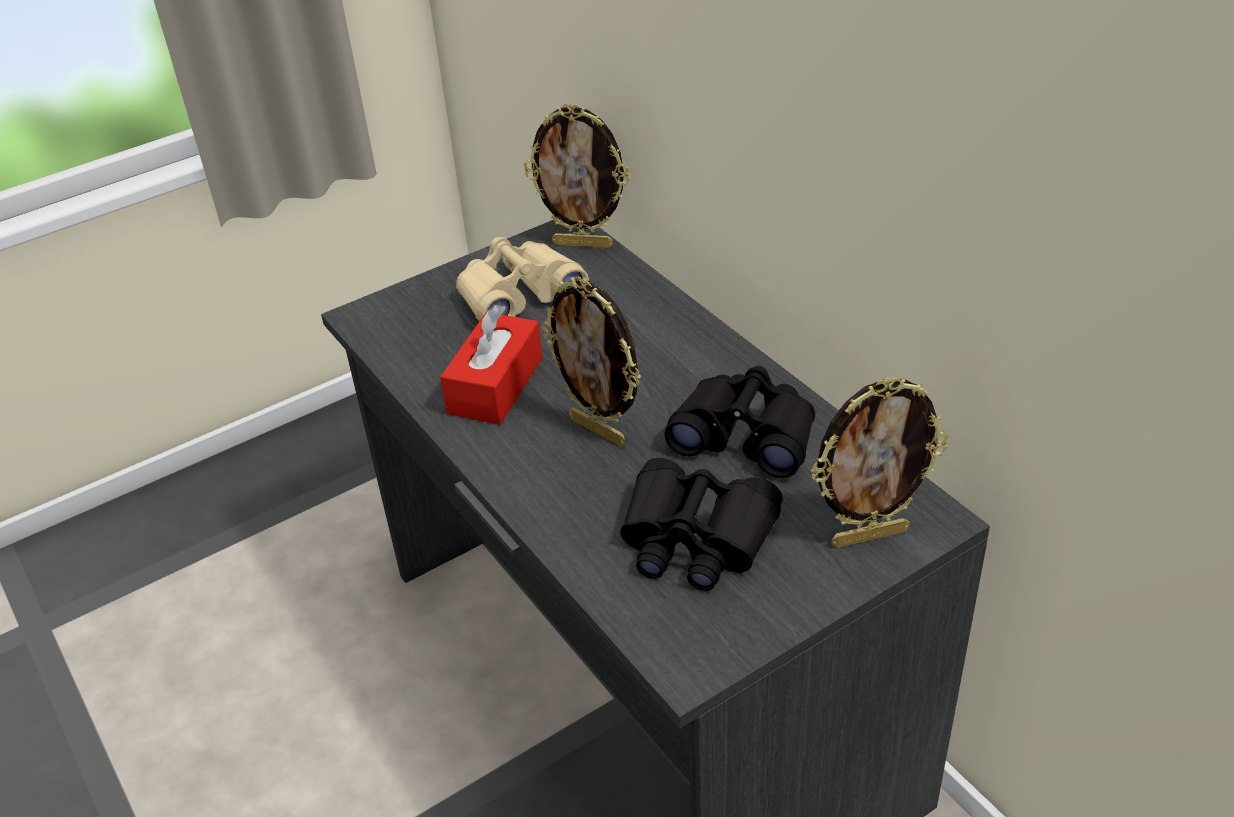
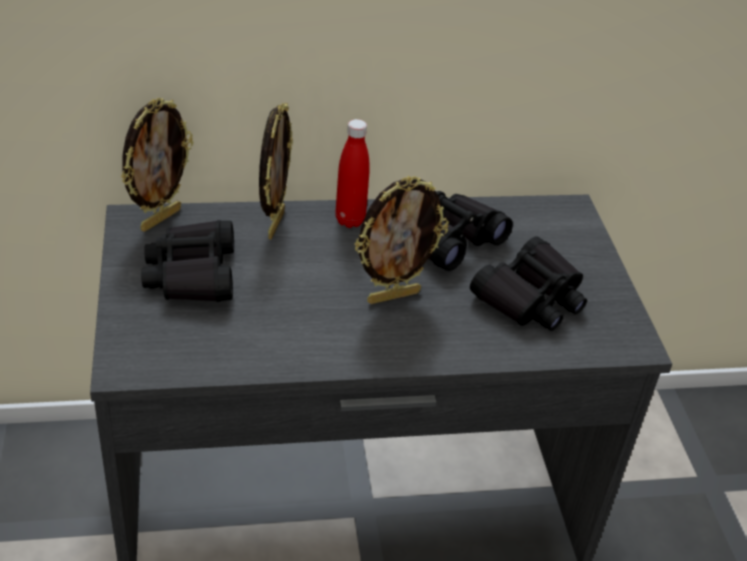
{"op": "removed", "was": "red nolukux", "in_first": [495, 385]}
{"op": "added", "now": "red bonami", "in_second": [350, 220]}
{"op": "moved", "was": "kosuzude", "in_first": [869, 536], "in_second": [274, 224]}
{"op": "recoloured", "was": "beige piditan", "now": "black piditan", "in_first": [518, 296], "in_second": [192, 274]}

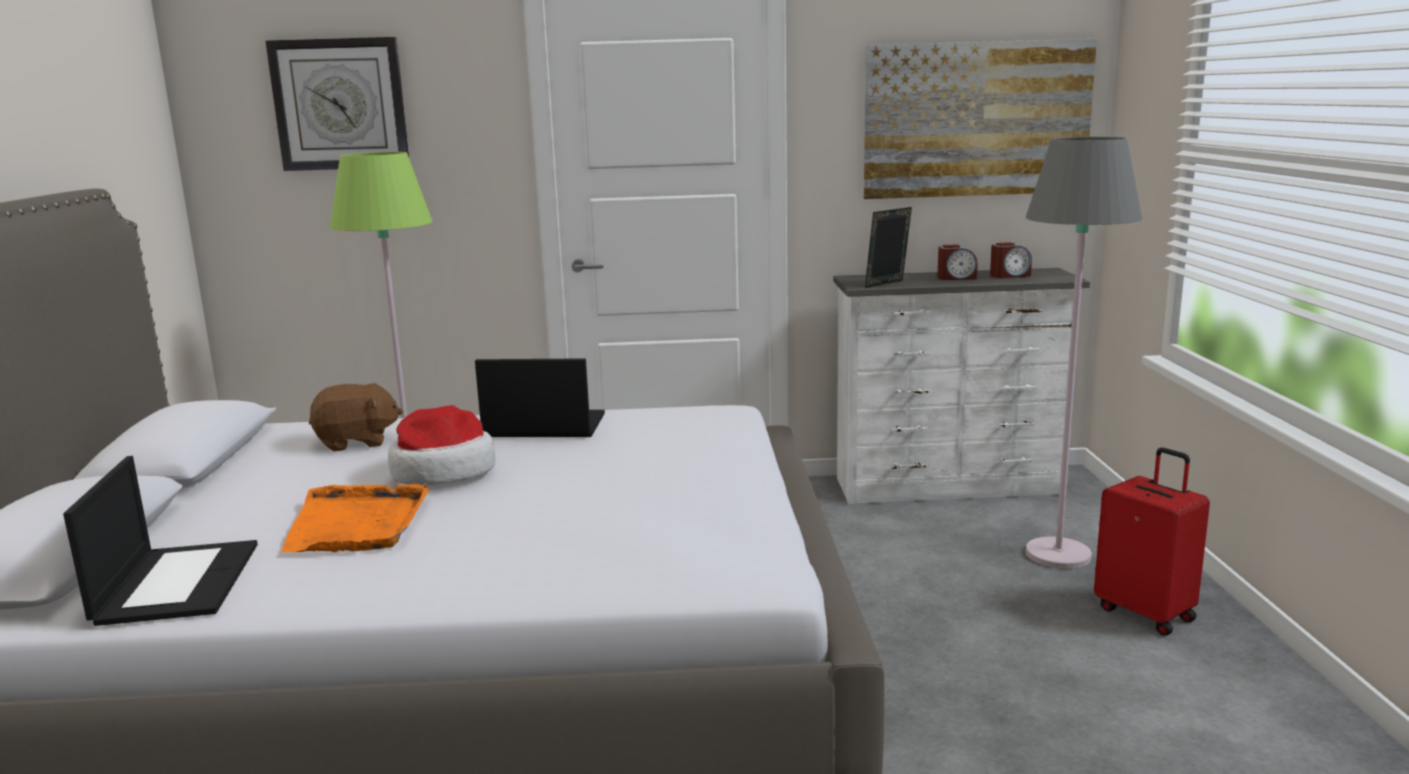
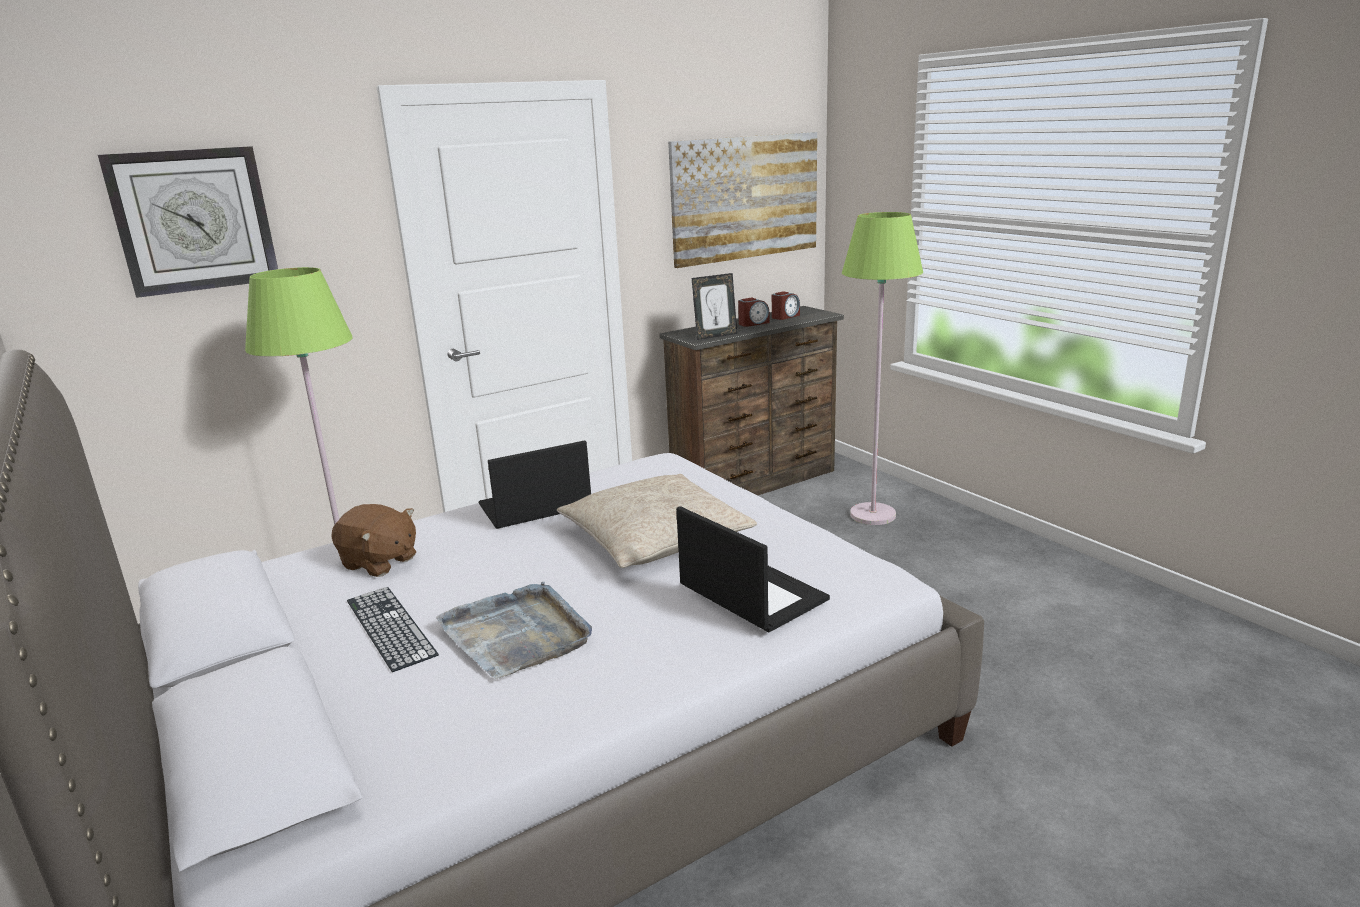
{"op": "removed", "was": "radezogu", "in_first": [443, 472]}
{"op": "removed", "was": "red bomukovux", "in_first": [1146, 613]}
{"op": "added", "now": "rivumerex", "in_second": [390, 627]}
{"op": "added", "now": "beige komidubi", "in_second": [655, 537]}
{"op": "moved", "was": "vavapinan", "in_first": [177, 582], "in_second": [750, 593]}
{"op": "recoloured", "was": "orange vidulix", "now": "grey vidulix", "in_first": [357, 524], "in_second": [518, 634]}
{"op": "recoloured", "was": "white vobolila", "now": "brown vobolila", "in_first": [950, 487], "in_second": [757, 483]}
{"op": "recoloured", "was": "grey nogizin", "now": "green nogizin", "in_first": [1058, 554], "in_second": [872, 515]}
{"op": "turned", "was": "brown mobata", "in_first": [357, 442], "in_second": [379, 562], "clockwise": 75}
{"op": "turned", "was": "kosuzude", "in_first": [887, 284], "in_second": [715, 336], "clockwise": -135}

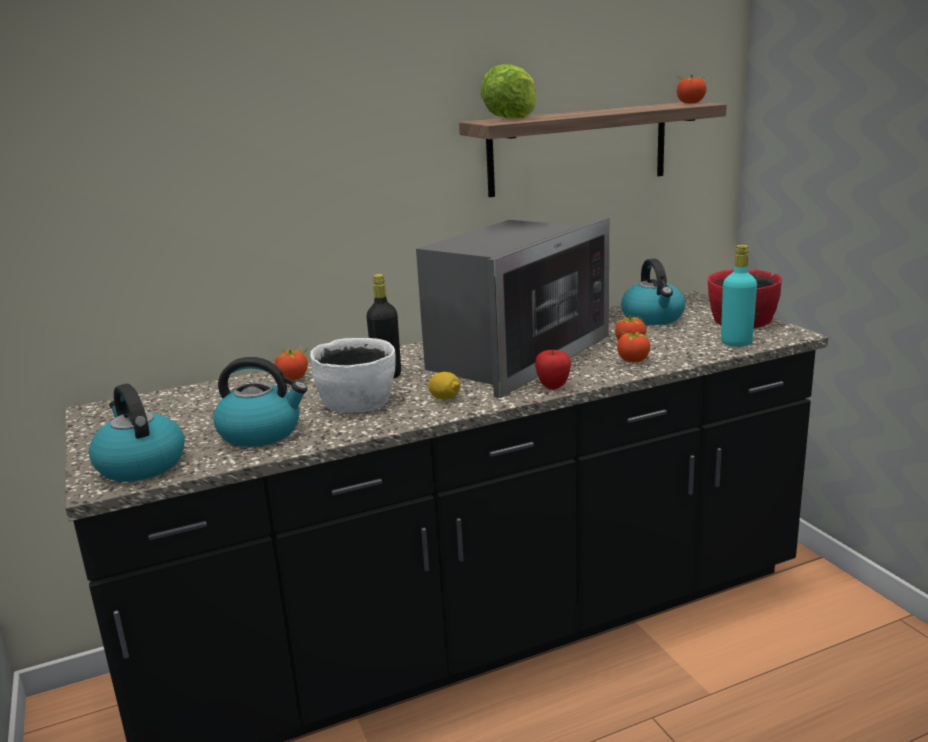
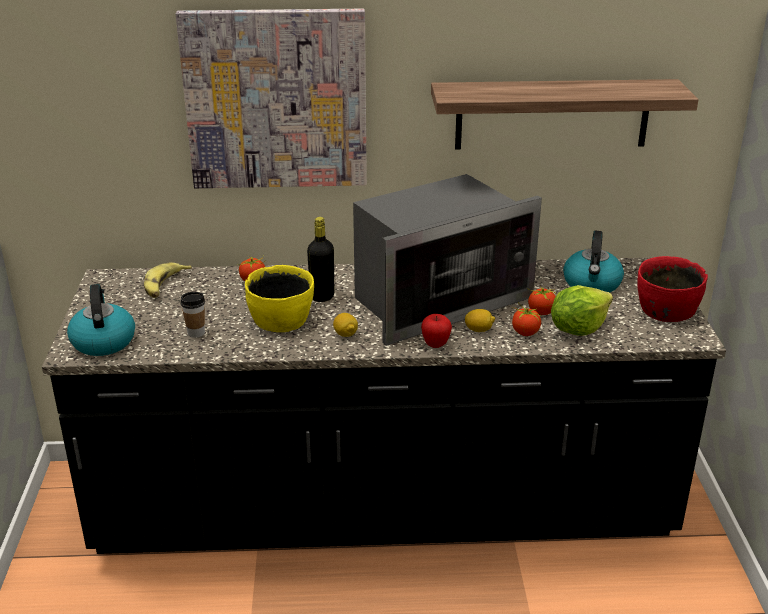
{"op": "removed", "was": "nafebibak", "in_first": [690, 103]}
{"op": "removed", "was": "turquoise bonami", "in_first": [736, 343]}
{"op": "added", "now": "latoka", "in_second": [165, 286]}
{"op": "added", "now": "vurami", "in_second": [276, 100]}
{"op": "added", "now": "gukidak", "in_second": [479, 330]}
{"op": "moved", "was": "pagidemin", "in_first": [510, 118], "in_second": [578, 328]}
{"op": "replaced", "was": "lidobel", "now": "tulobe", "in_first": [261, 432], "in_second": [196, 333]}
{"op": "recoloured", "was": "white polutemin", "now": "yellow polutemin", "in_first": [358, 401], "in_second": [282, 319]}

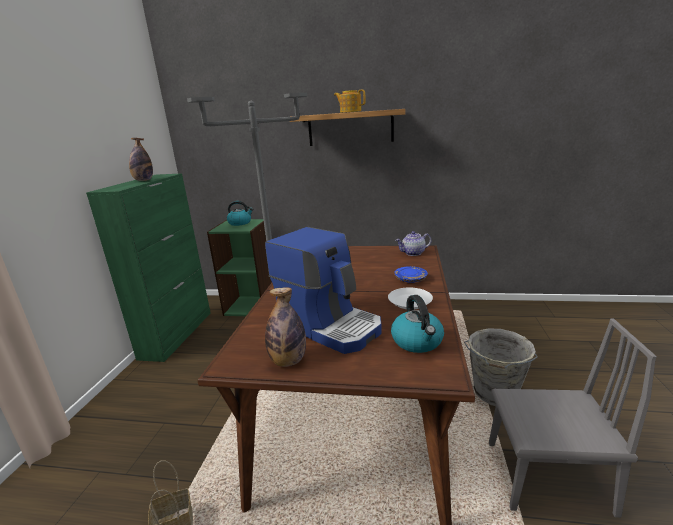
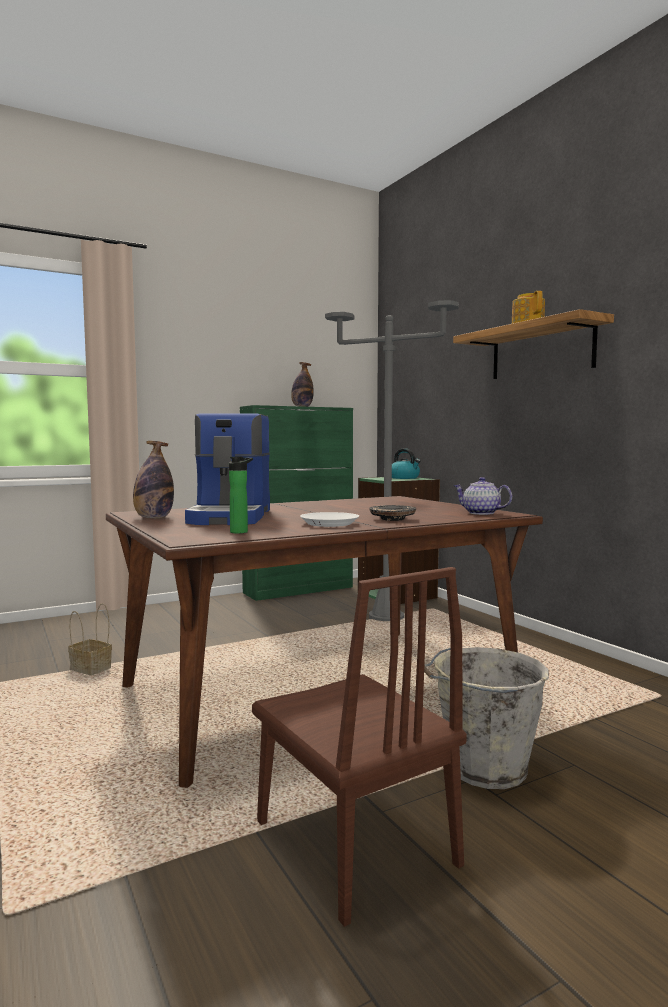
{"op": "replaced", "was": "lidobel", "now": "bonami", "in_first": [417, 342], "in_second": [241, 532]}
{"op": "recoloured", "was": "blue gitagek", "now": "black gitagek", "in_first": [411, 279], "in_second": [392, 519]}
{"op": "recoloured", "was": "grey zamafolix", "now": "brown zamafolix", "in_first": [547, 477], "in_second": [354, 843]}

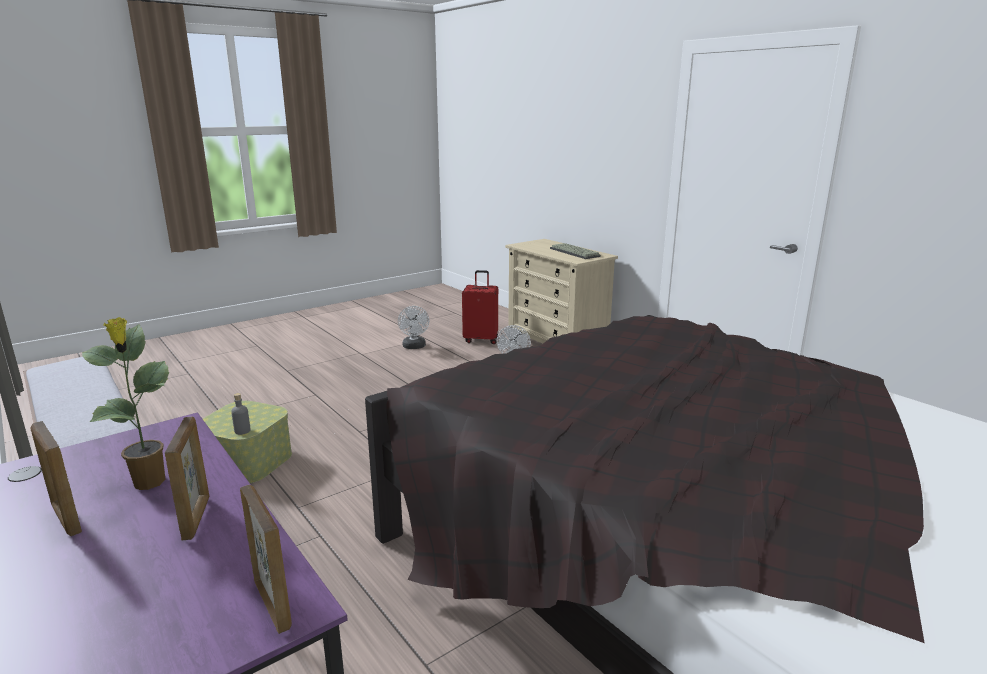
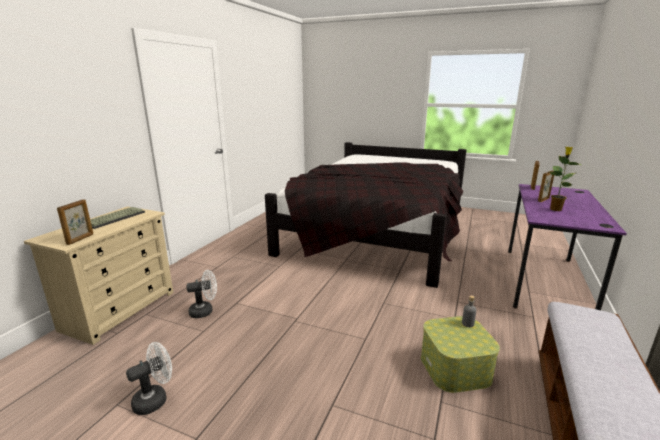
{"op": "removed", "was": "red bomukovux", "in_first": [481, 339]}
{"op": "moved", "was": "kosuzude", "in_first": [66, 519], "in_second": [80, 239]}

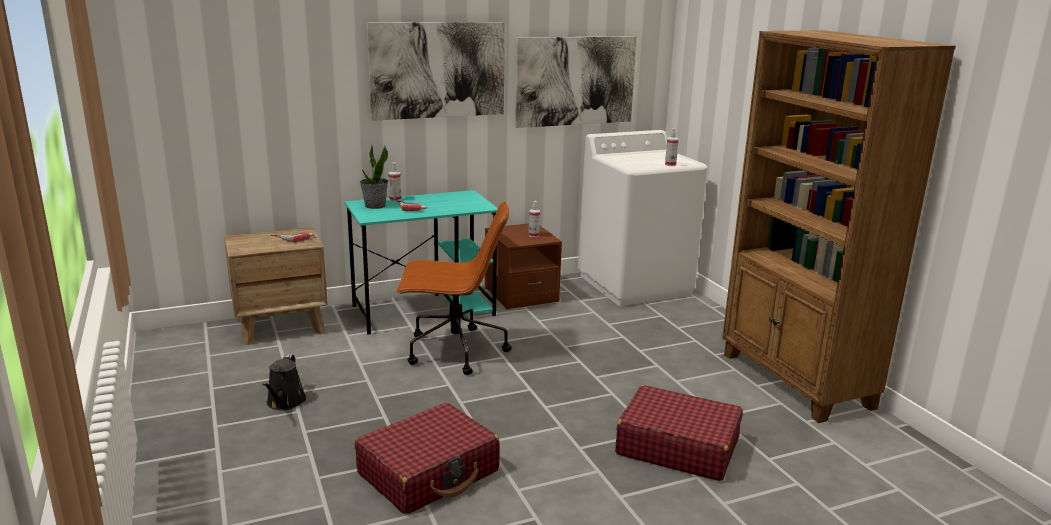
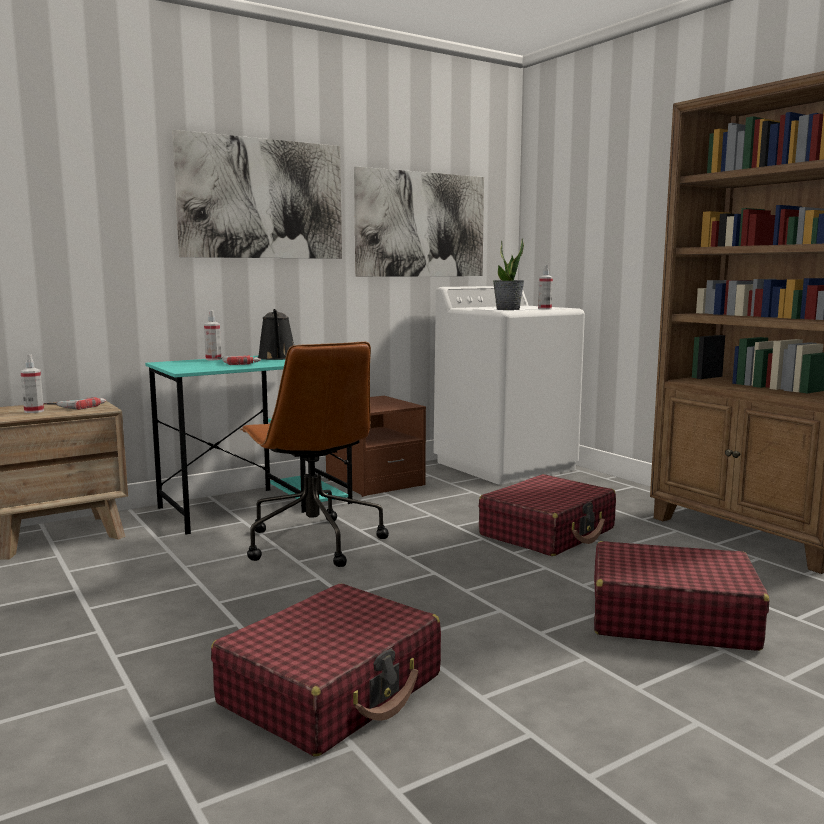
{"op": "added", "now": "red bomukovux", "in_second": [548, 532]}
{"op": "moved", "was": "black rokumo", "in_first": [285, 402], "in_second": [277, 358]}
{"op": "moved", "was": "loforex", "in_first": [375, 206], "in_second": [508, 309]}
{"op": "moved", "was": "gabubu", "in_first": [533, 235], "in_second": [34, 411]}
{"op": "turned", "was": "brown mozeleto", "in_first": [454, 351], "in_second": [312, 542], "clockwise": 75}

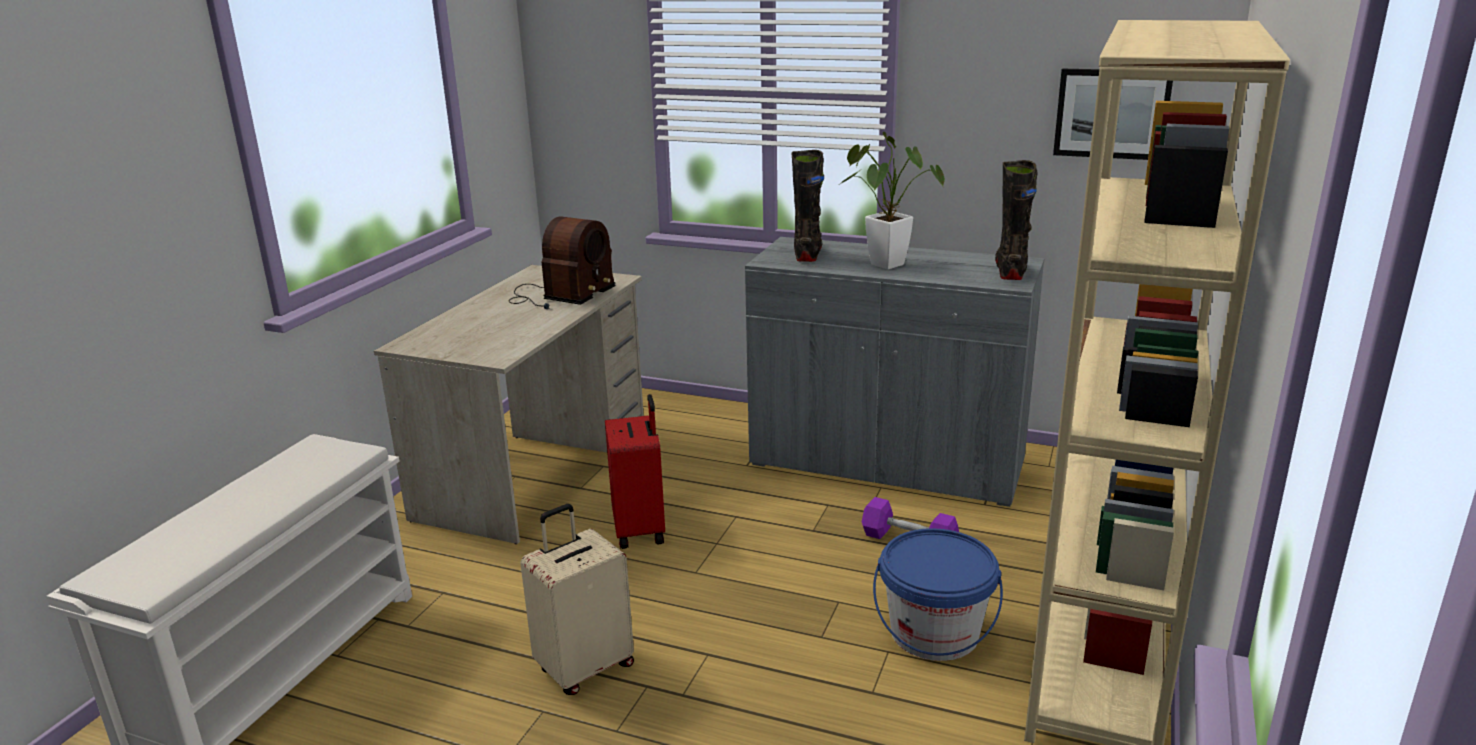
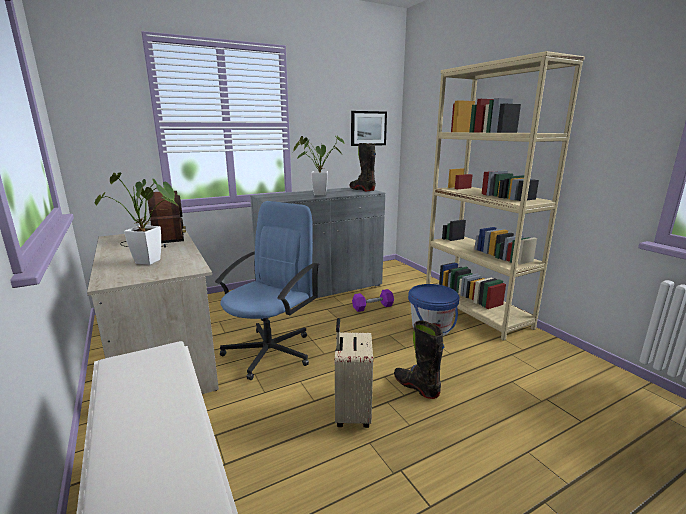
{"op": "added", "now": "loforex", "in_second": [152, 262]}
{"op": "moved", "was": "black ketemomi", "in_first": [808, 253], "in_second": [416, 387]}
{"op": "replaced", "was": "red bomukovux", "now": "blue mozeleto", "in_first": [641, 529], "in_second": [270, 352]}

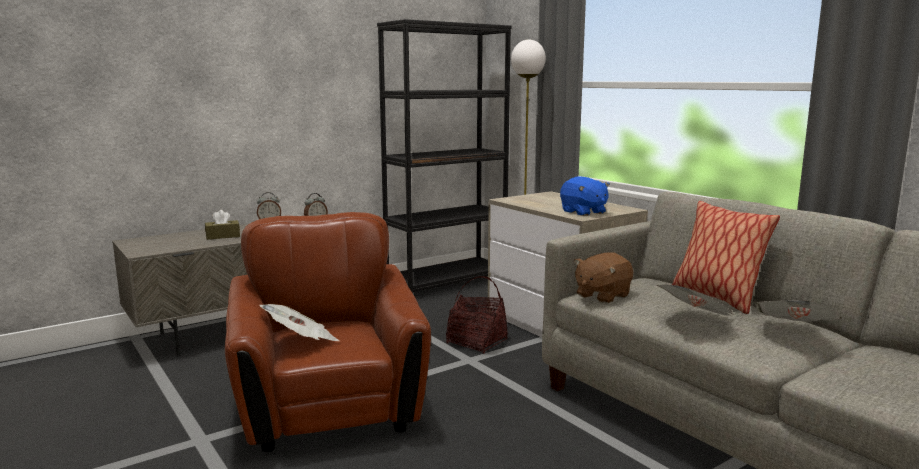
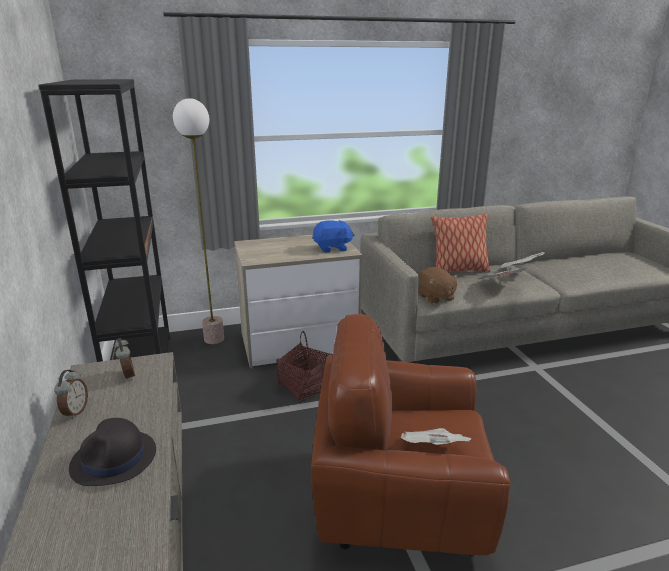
{"op": "replaced", "was": "brown nolukux", "now": "black radezogu", "in_first": [223, 236], "in_second": [114, 459]}

